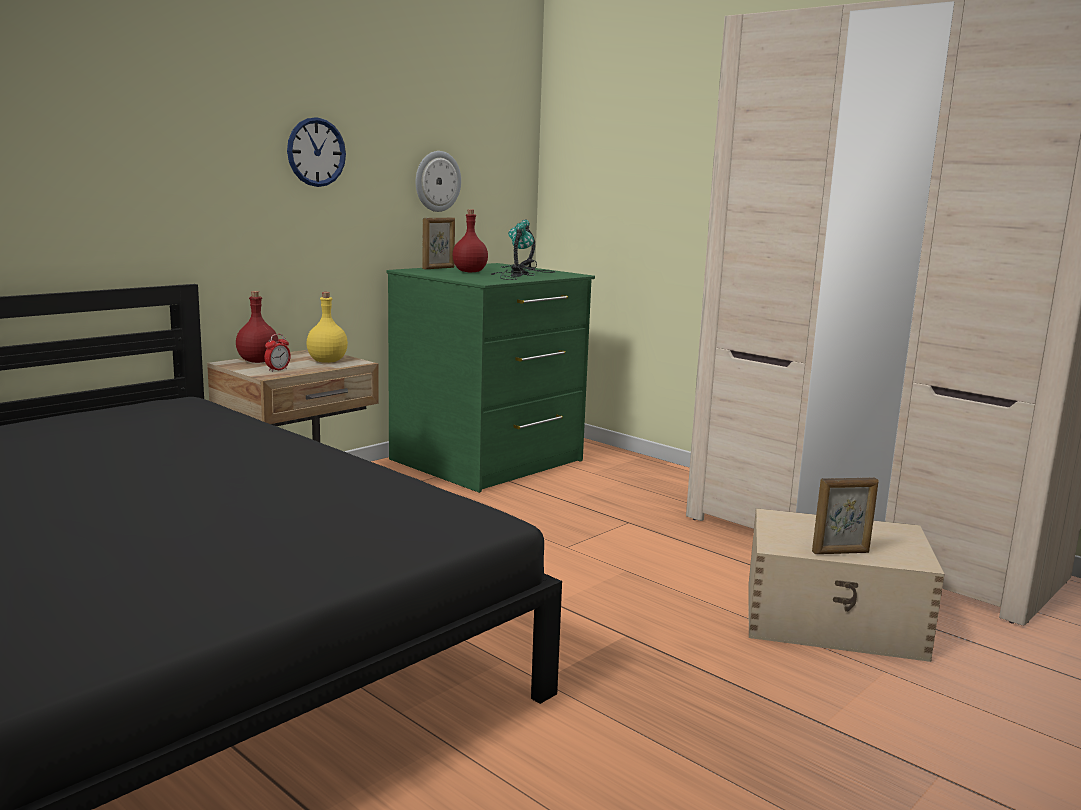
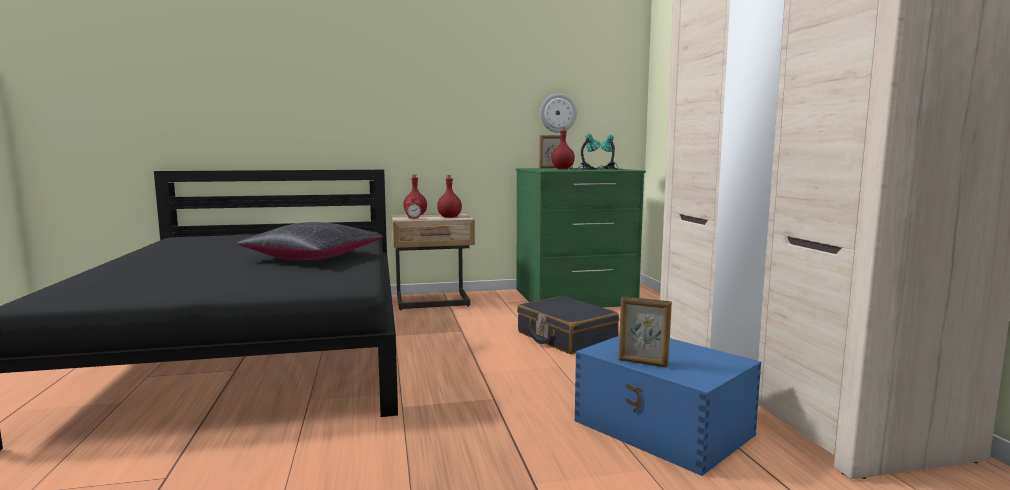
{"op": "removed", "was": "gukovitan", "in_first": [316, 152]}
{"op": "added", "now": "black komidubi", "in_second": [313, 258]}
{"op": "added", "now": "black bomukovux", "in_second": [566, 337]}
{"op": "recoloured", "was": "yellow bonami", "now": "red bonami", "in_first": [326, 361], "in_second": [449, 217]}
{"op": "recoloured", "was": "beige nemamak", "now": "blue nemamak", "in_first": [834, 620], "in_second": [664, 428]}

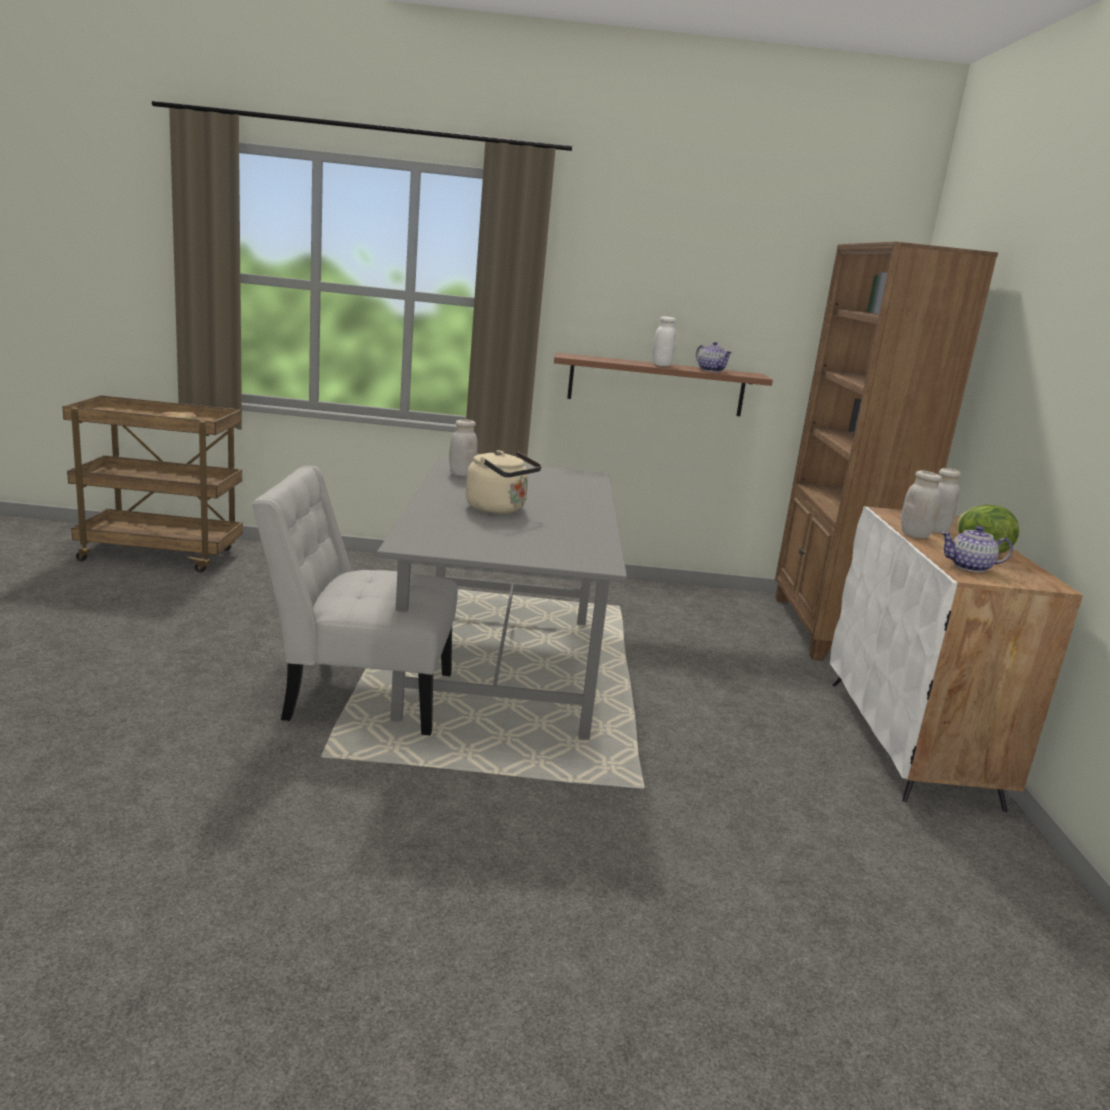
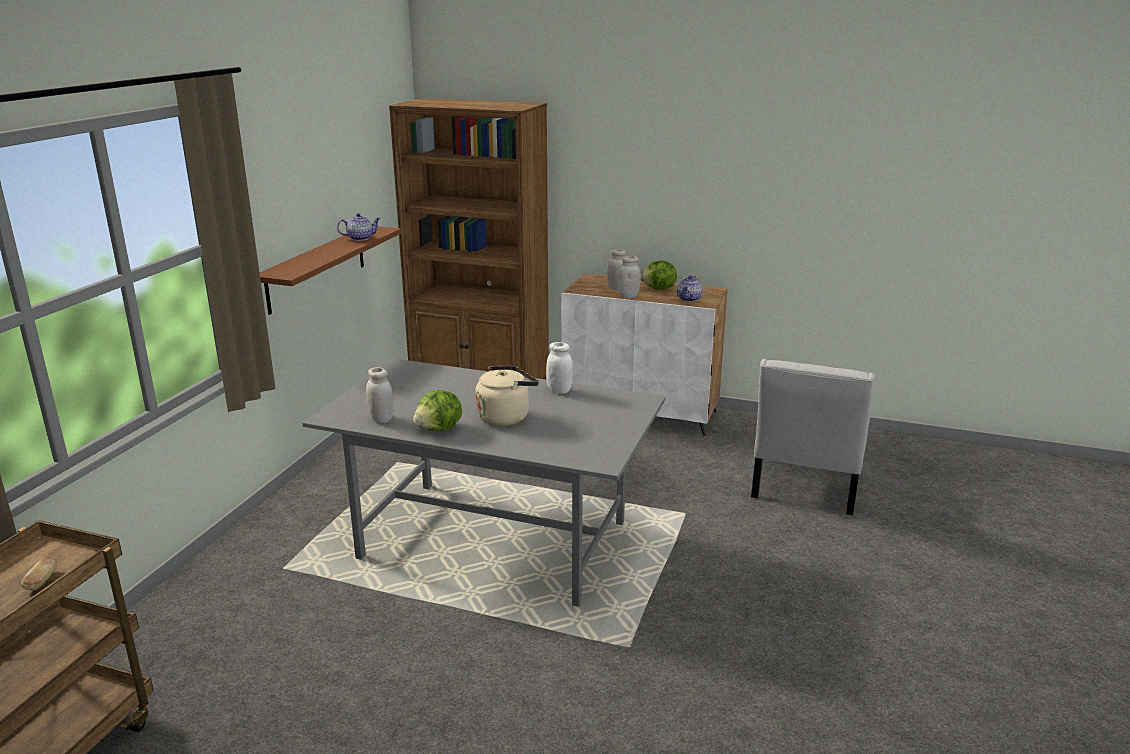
{"op": "added", "now": "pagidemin", "in_second": [440, 429]}
{"op": "moved", "was": "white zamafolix", "in_first": [360, 694], "in_second": [805, 486]}
{"op": "moved", "was": "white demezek", "in_first": [661, 365], "in_second": [559, 390]}

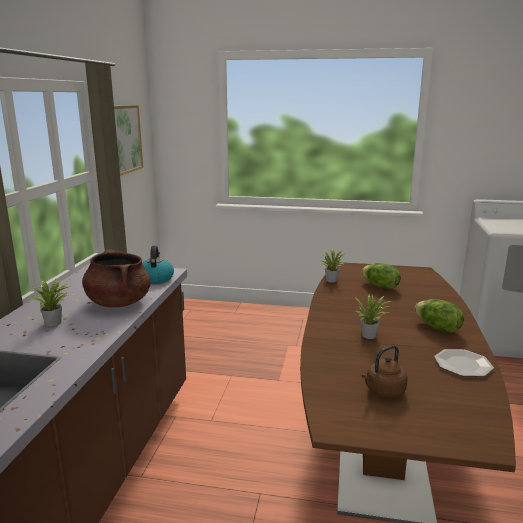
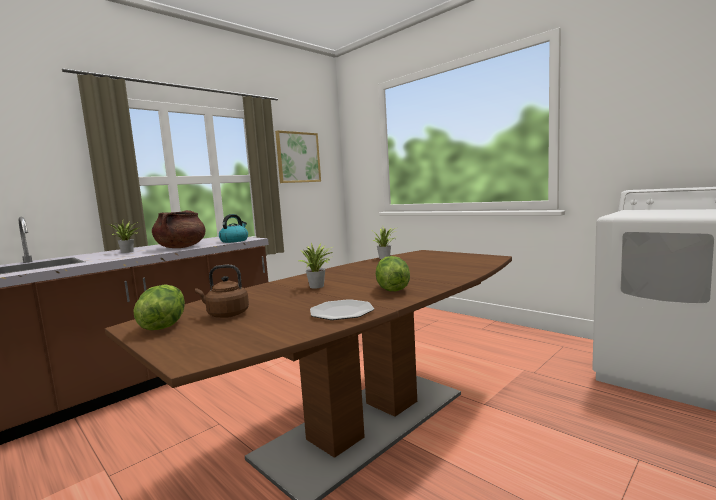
{"op": "moved", "was": "pagidemin", "in_first": [380, 286], "in_second": [163, 325]}

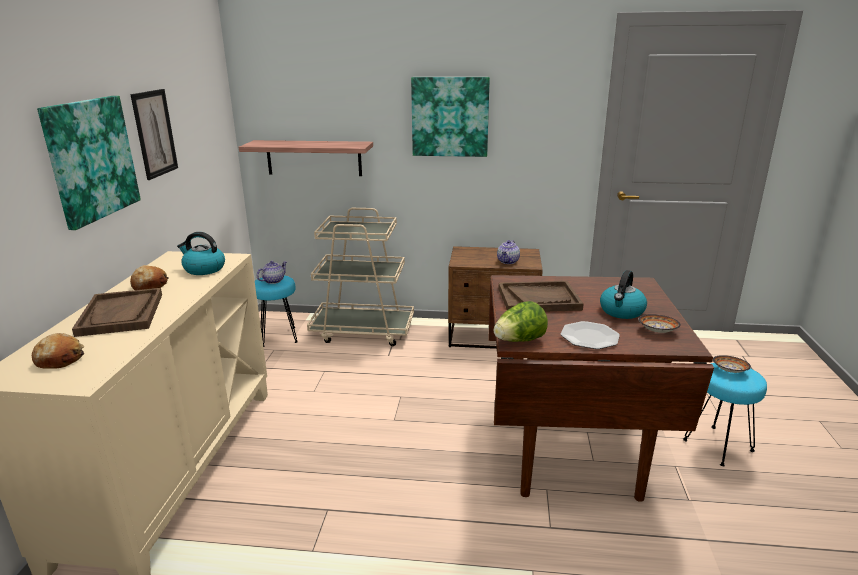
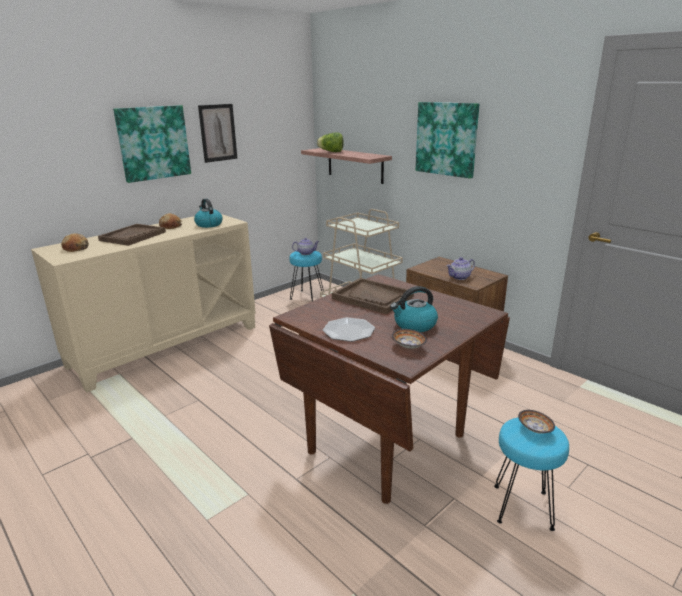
{"op": "moved", "was": "pagidemin", "in_first": [519, 340], "in_second": [331, 152]}

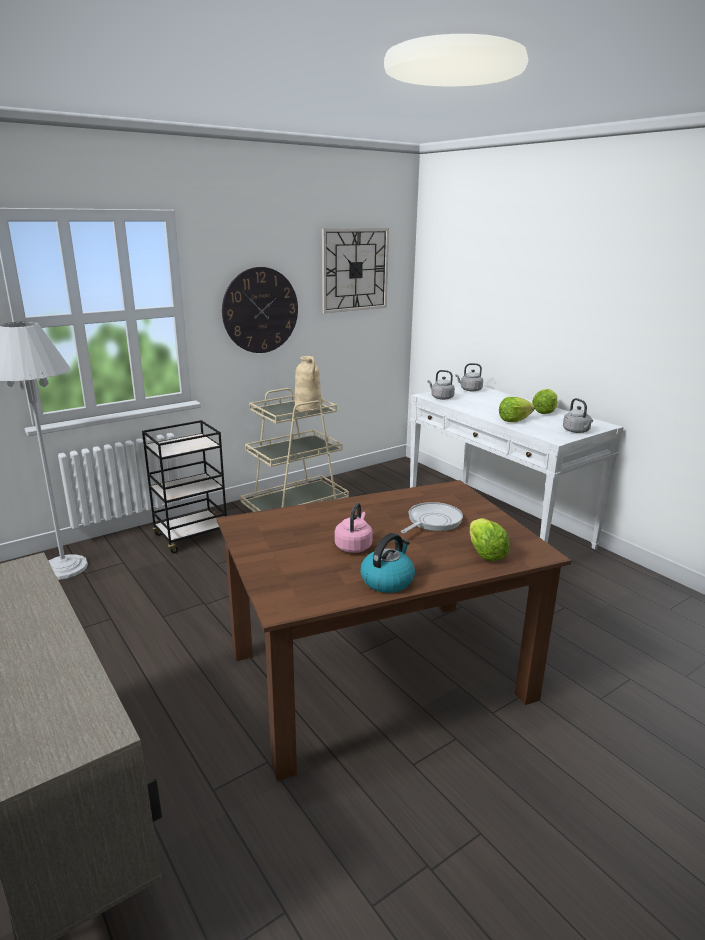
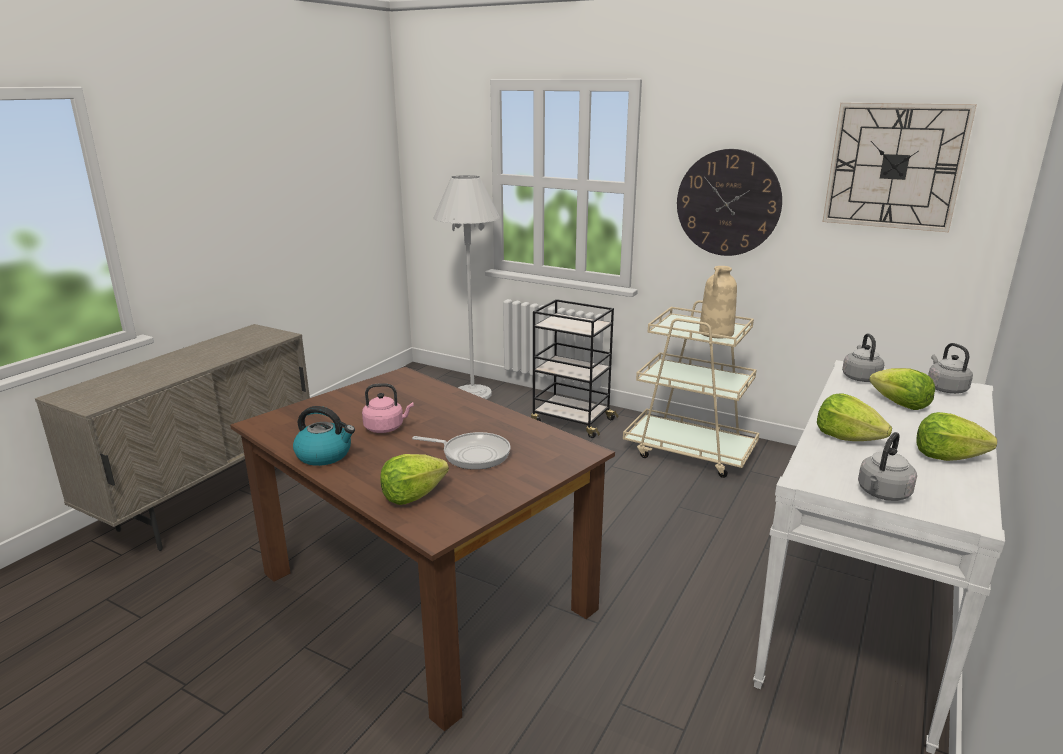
{"op": "added", "now": "pagidemin", "in_second": [899, 404]}

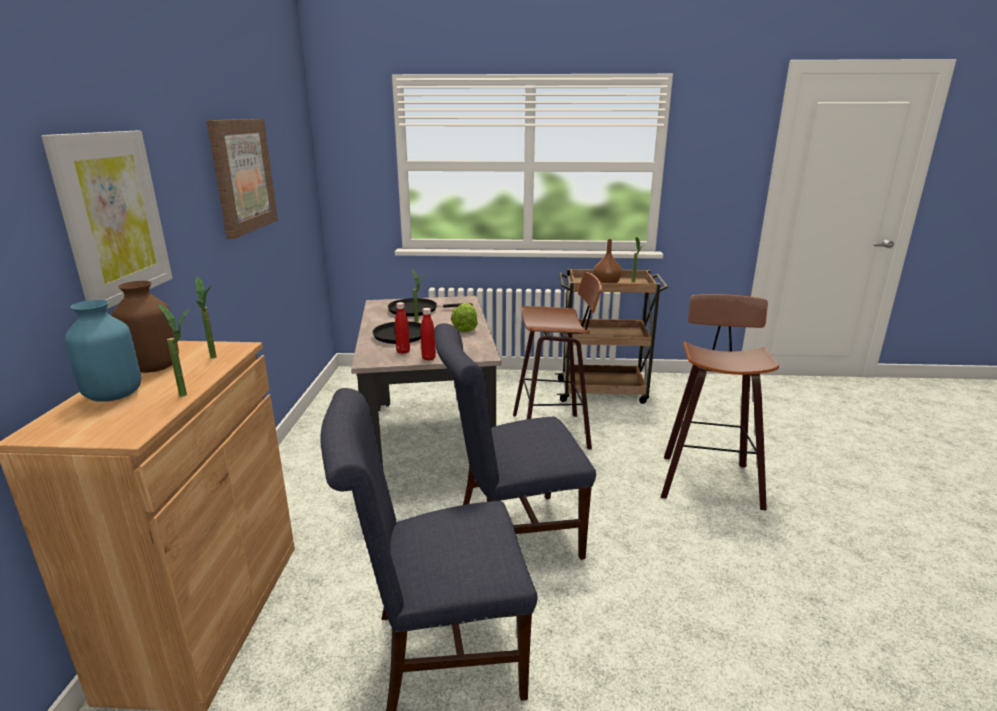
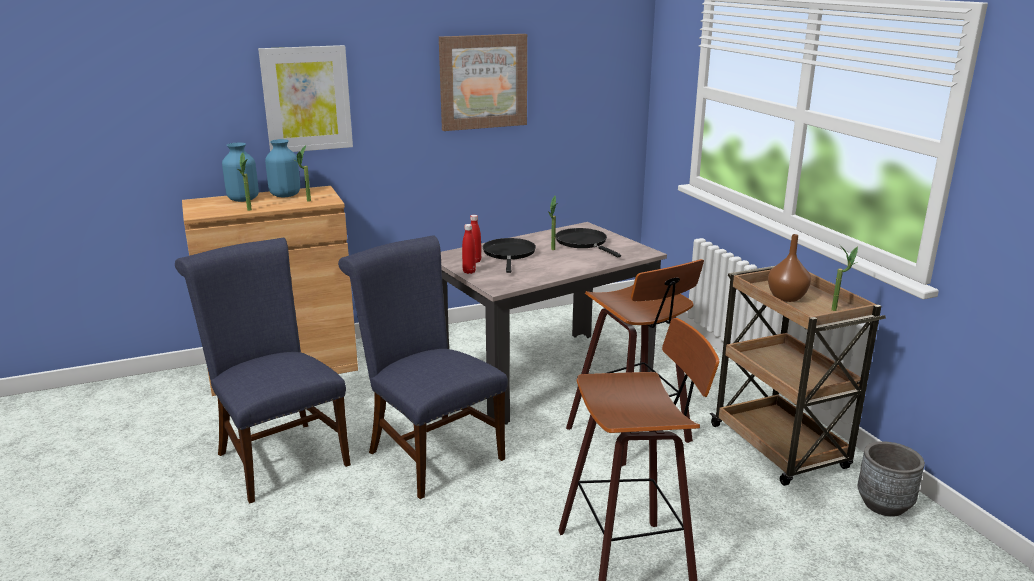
{"op": "removed", "was": "pagidemin", "in_first": [465, 328]}
{"op": "added", "now": "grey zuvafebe", "in_second": [884, 505]}
{"op": "recoloured", "was": "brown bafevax", "now": "blue bafevax", "in_first": [153, 367], "in_second": [285, 195]}

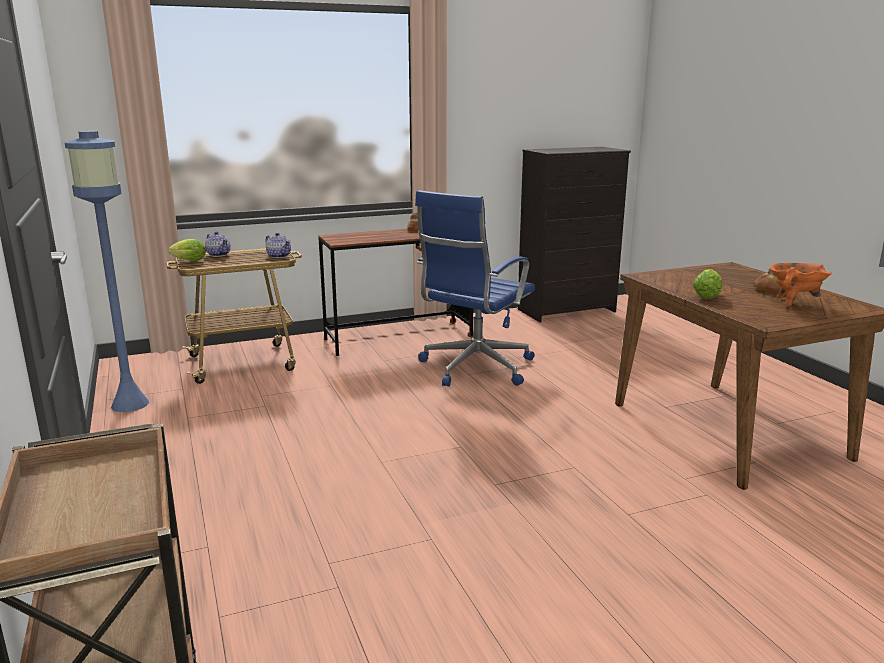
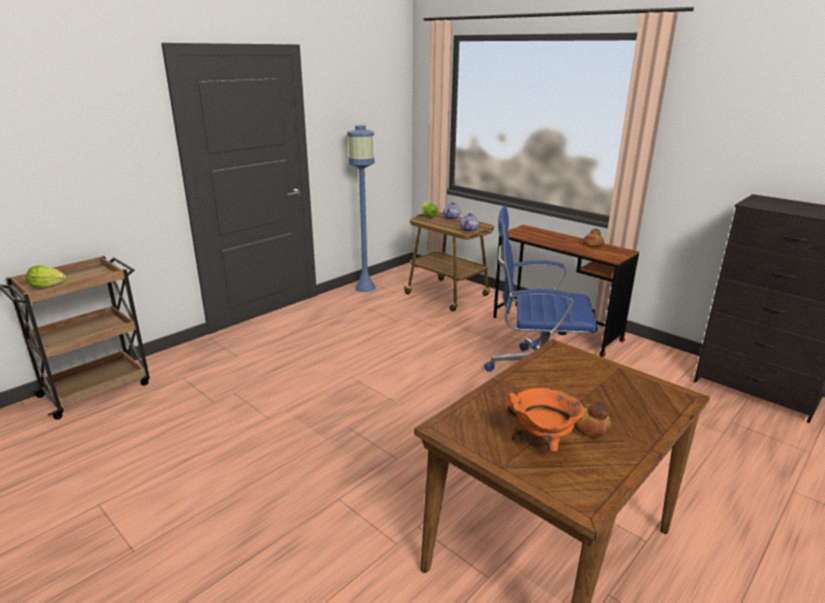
{"op": "moved", "was": "pagidemin", "in_first": [707, 296], "in_second": [50, 287]}

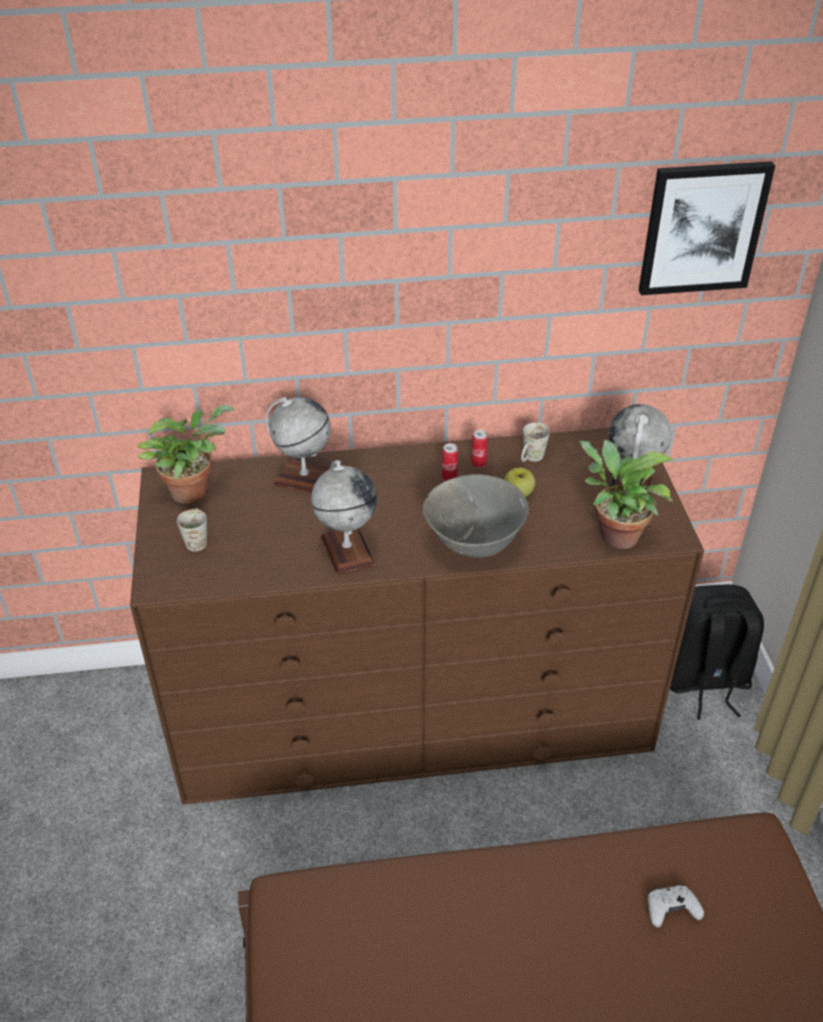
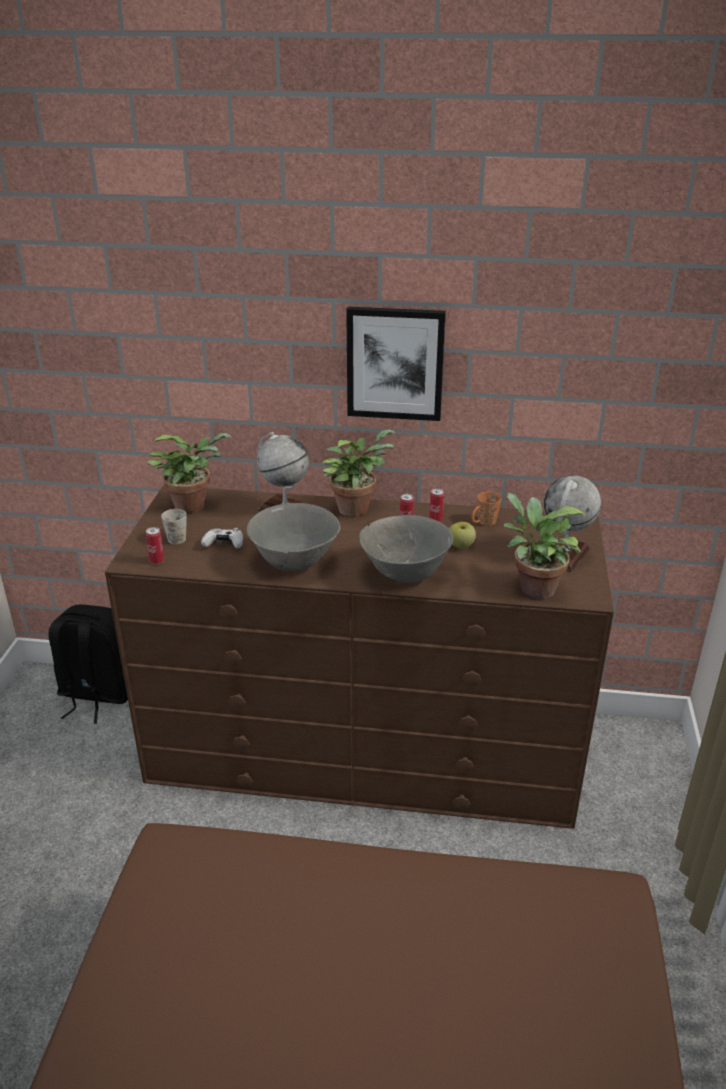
{"op": "added", "now": "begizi", "in_second": [157, 561]}
{"op": "added", "now": "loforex", "in_second": [355, 507]}
{"op": "moved", "was": "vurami", "in_first": [702, 228], "in_second": [395, 363]}
{"op": "moved", "was": "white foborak", "in_first": [671, 910], "in_second": [224, 544]}
{"op": "moved", "was": "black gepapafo", "in_first": [703, 681], "in_second": [97, 695]}
{"op": "replaced", "was": "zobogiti", "now": "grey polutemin", "in_first": [347, 550], "in_second": [295, 562]}
{"op": "recoloured", "was": "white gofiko", "now": "orange gofiko", "in_first": [530, 459], "in_second": [483, 524]}

